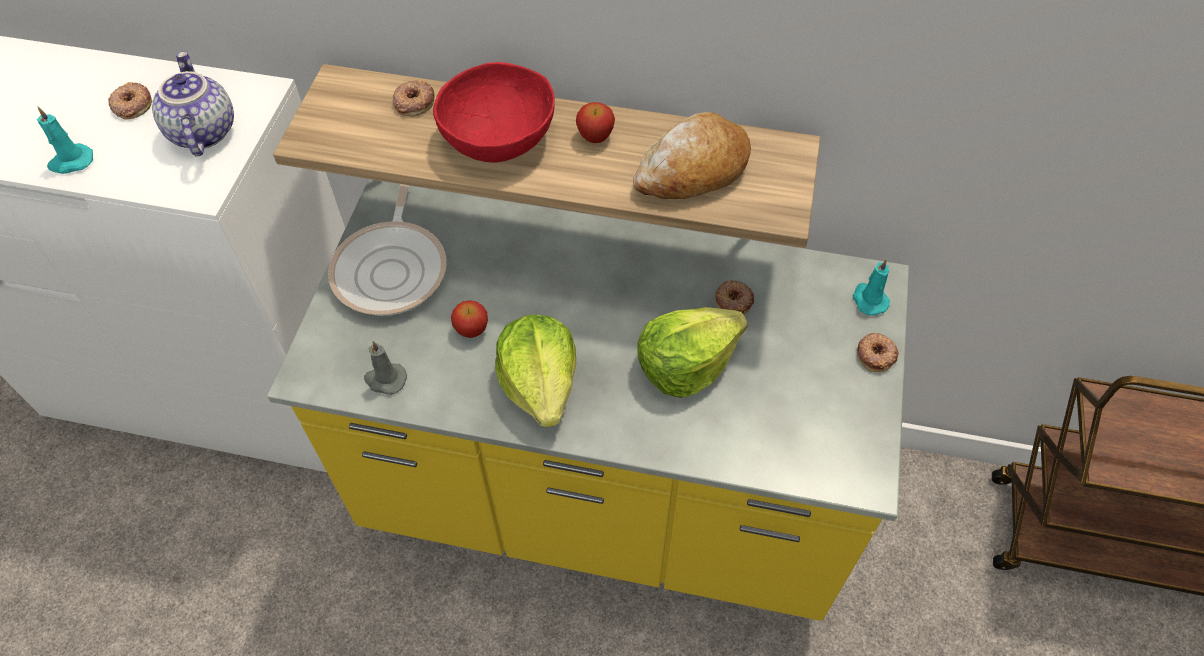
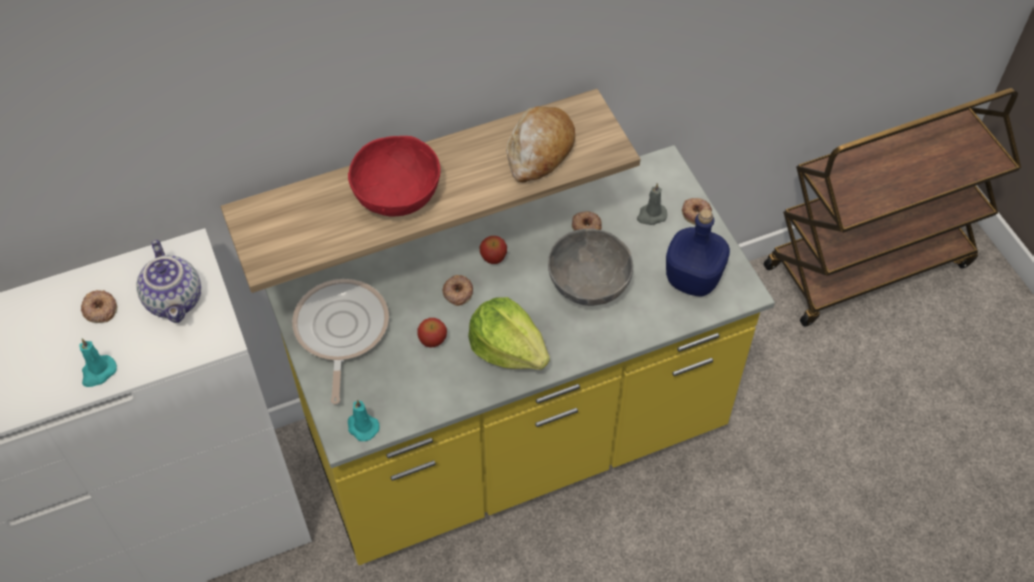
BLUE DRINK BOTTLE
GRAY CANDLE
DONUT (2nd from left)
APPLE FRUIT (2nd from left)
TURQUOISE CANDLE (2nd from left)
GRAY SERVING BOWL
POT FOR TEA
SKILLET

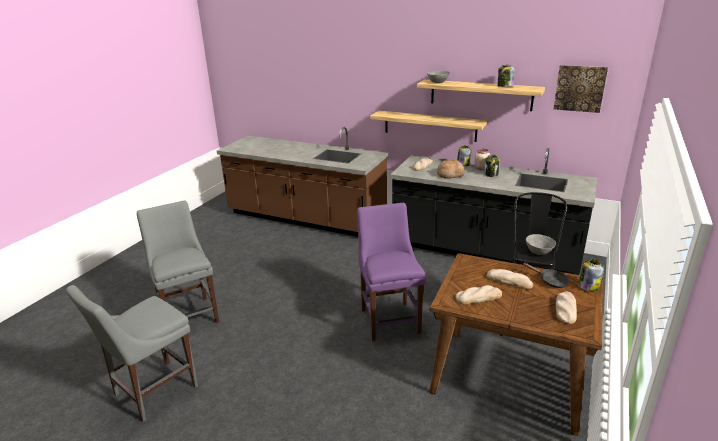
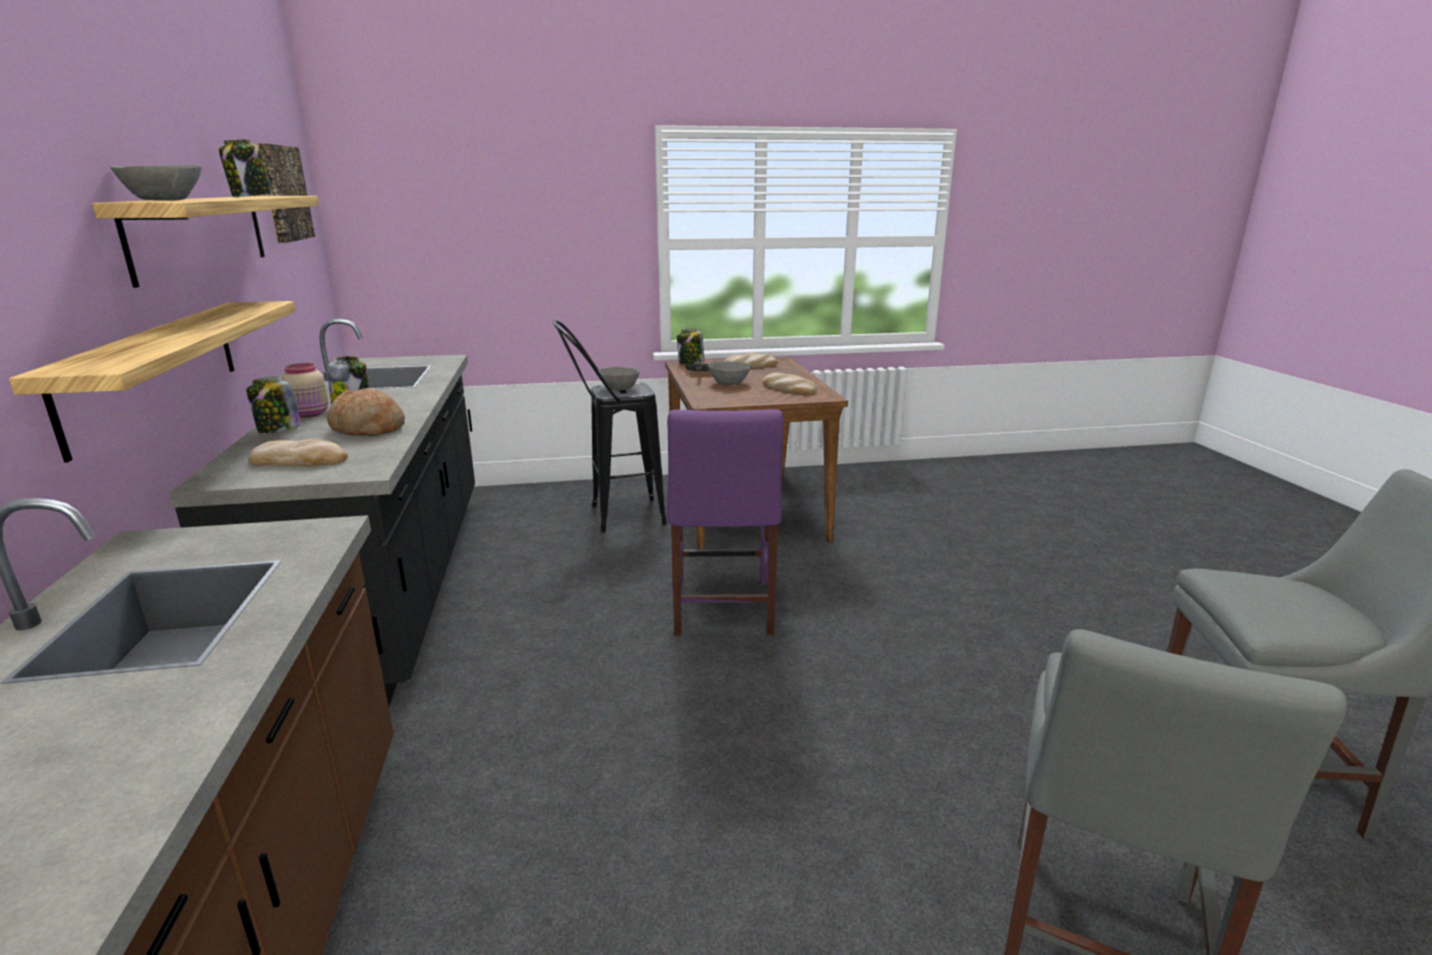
GRAY SERVING BOWL (3rd from left)
PURPLISH CHAIR

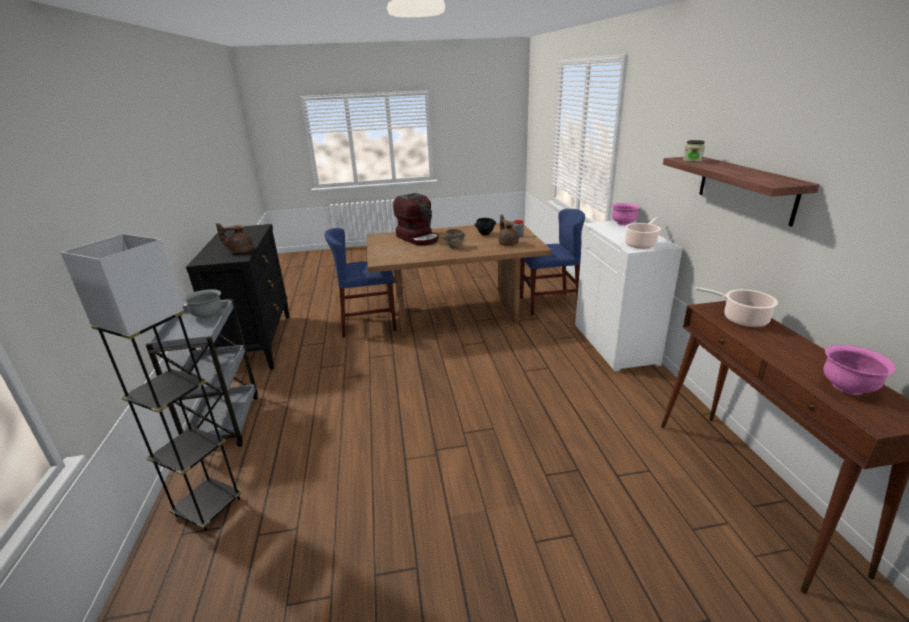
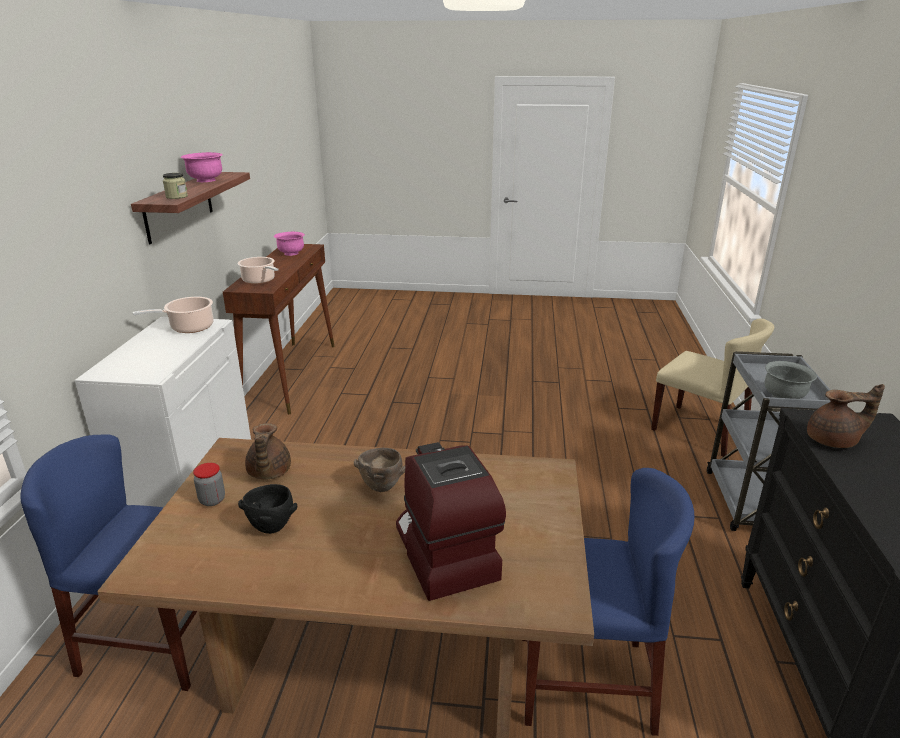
PINK SERVING BOWL (1st from left)
BEIGE-COLOURED CHAIR

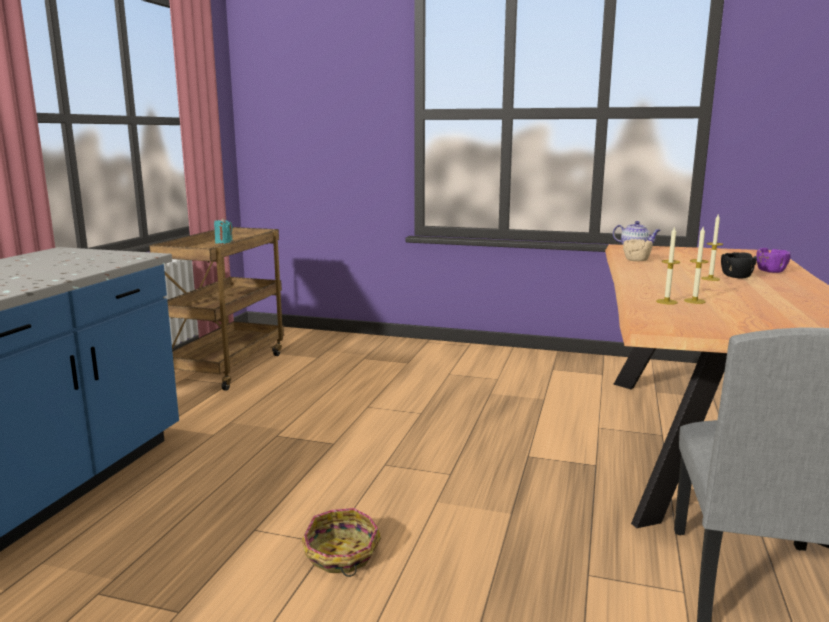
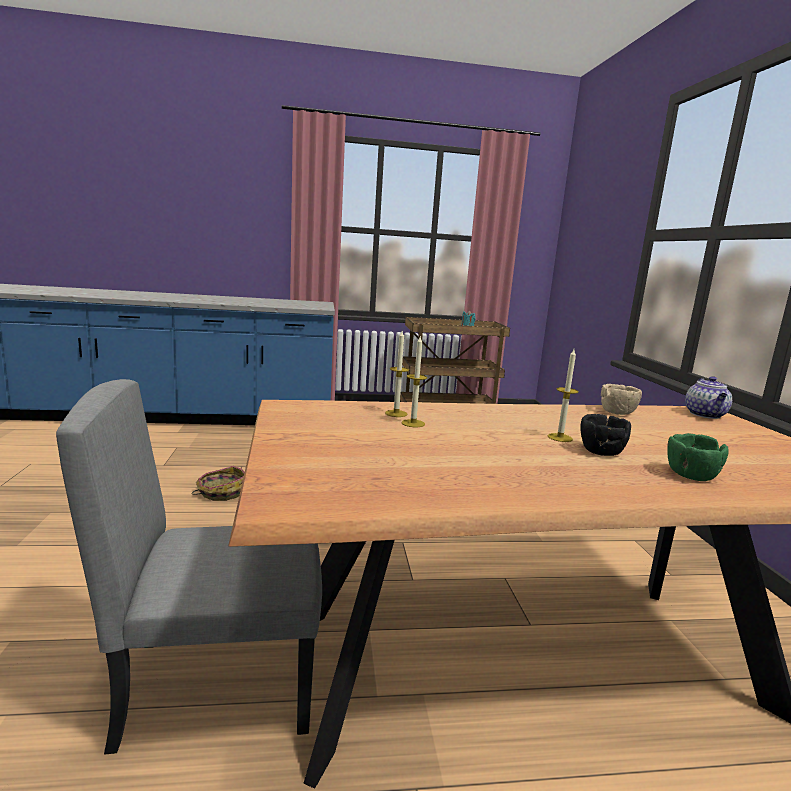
GREENISH SERVING BOWL

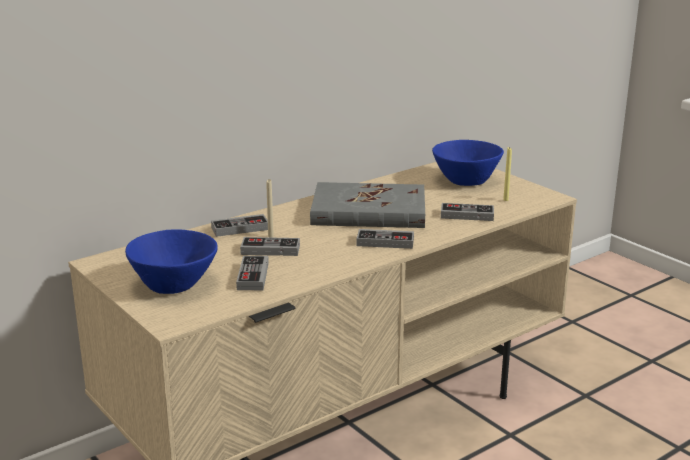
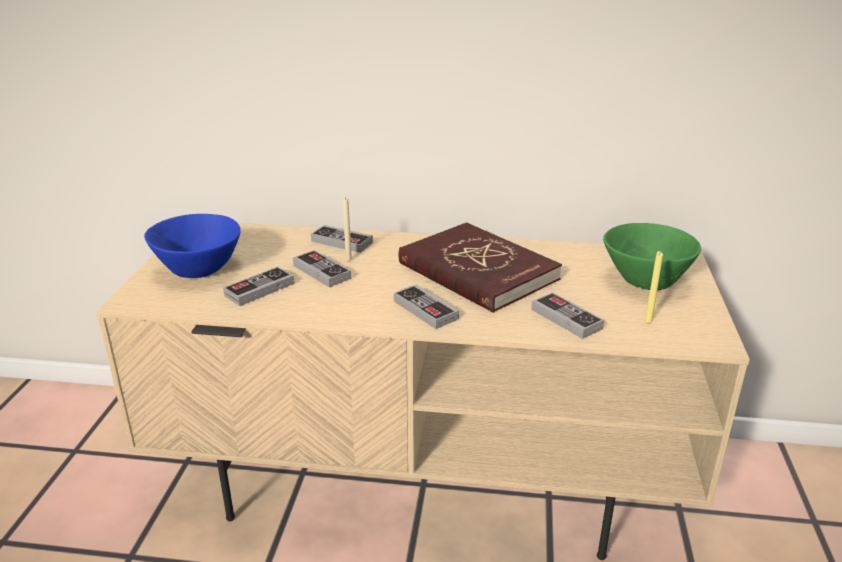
REDDISH BOOK
GREENISH SERVING BOWL

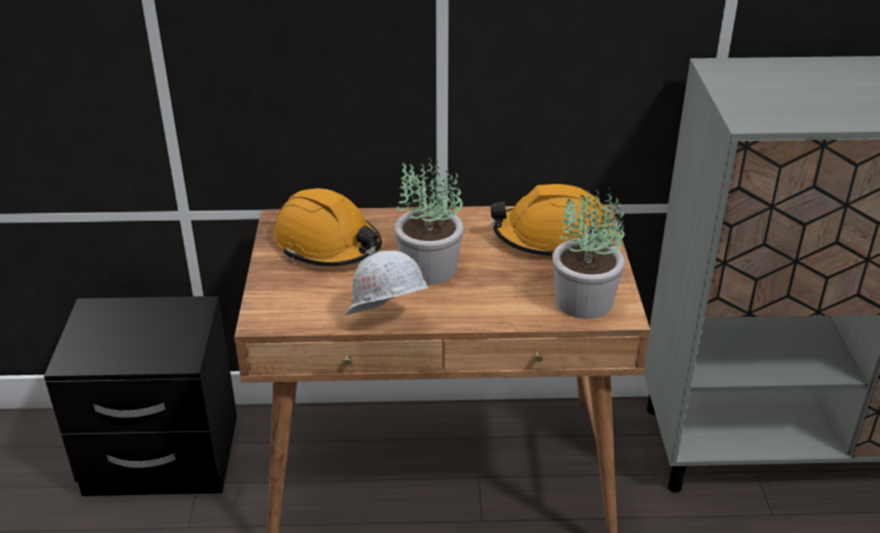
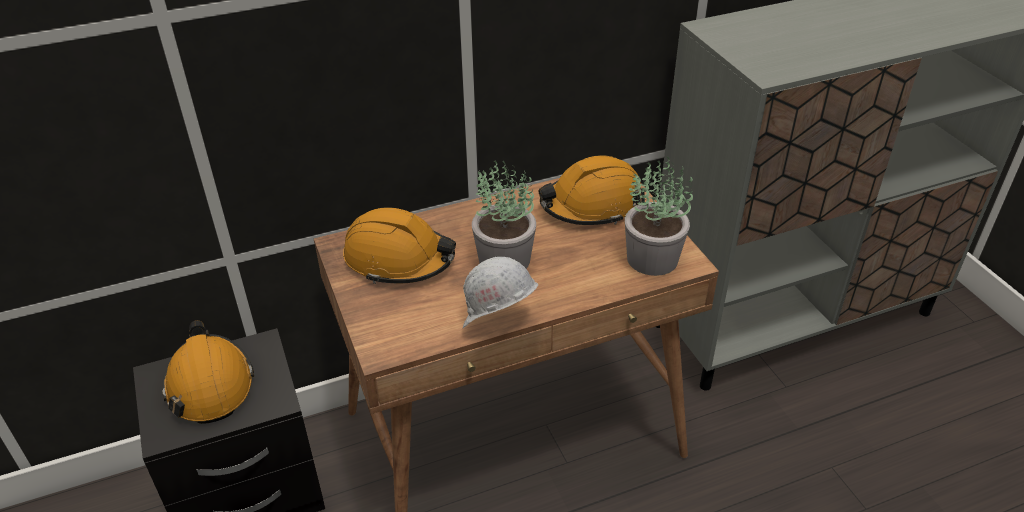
ORANGEY WORK HELMET (1st from left)

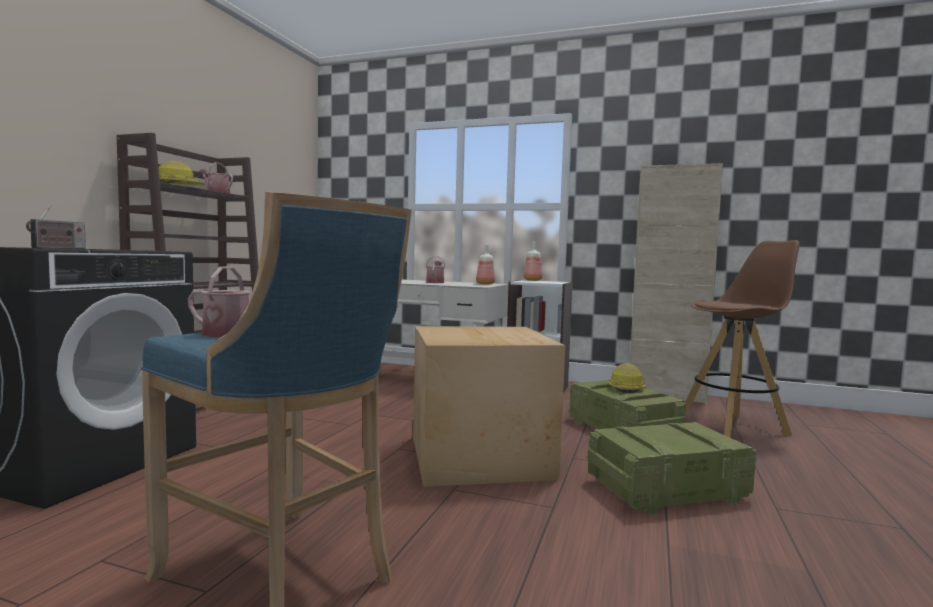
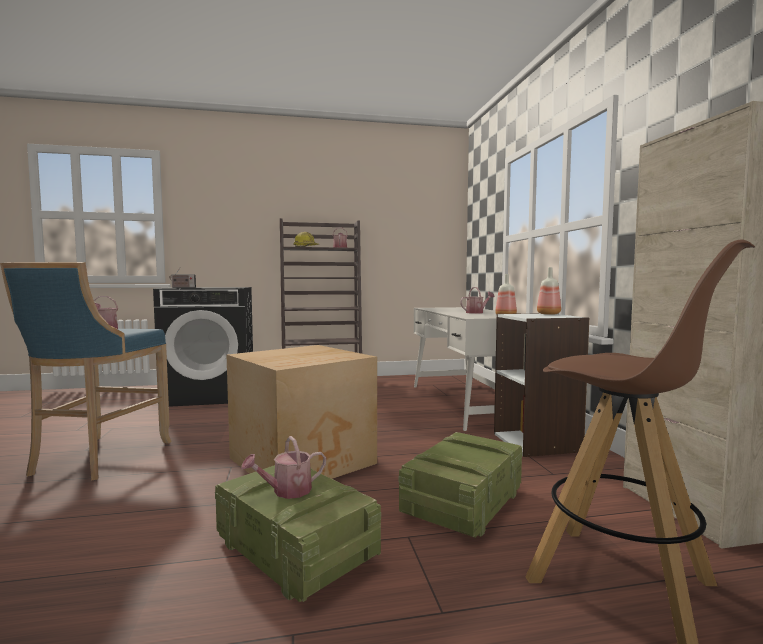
WORK HELMET (2nd from left in the first image)
SPRINKLING CAN (2nd from left)

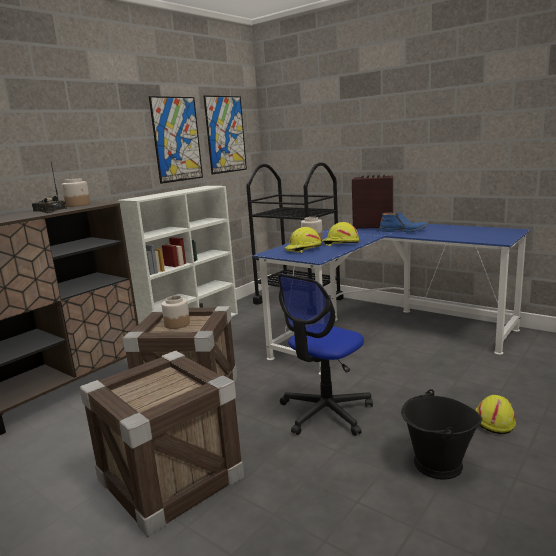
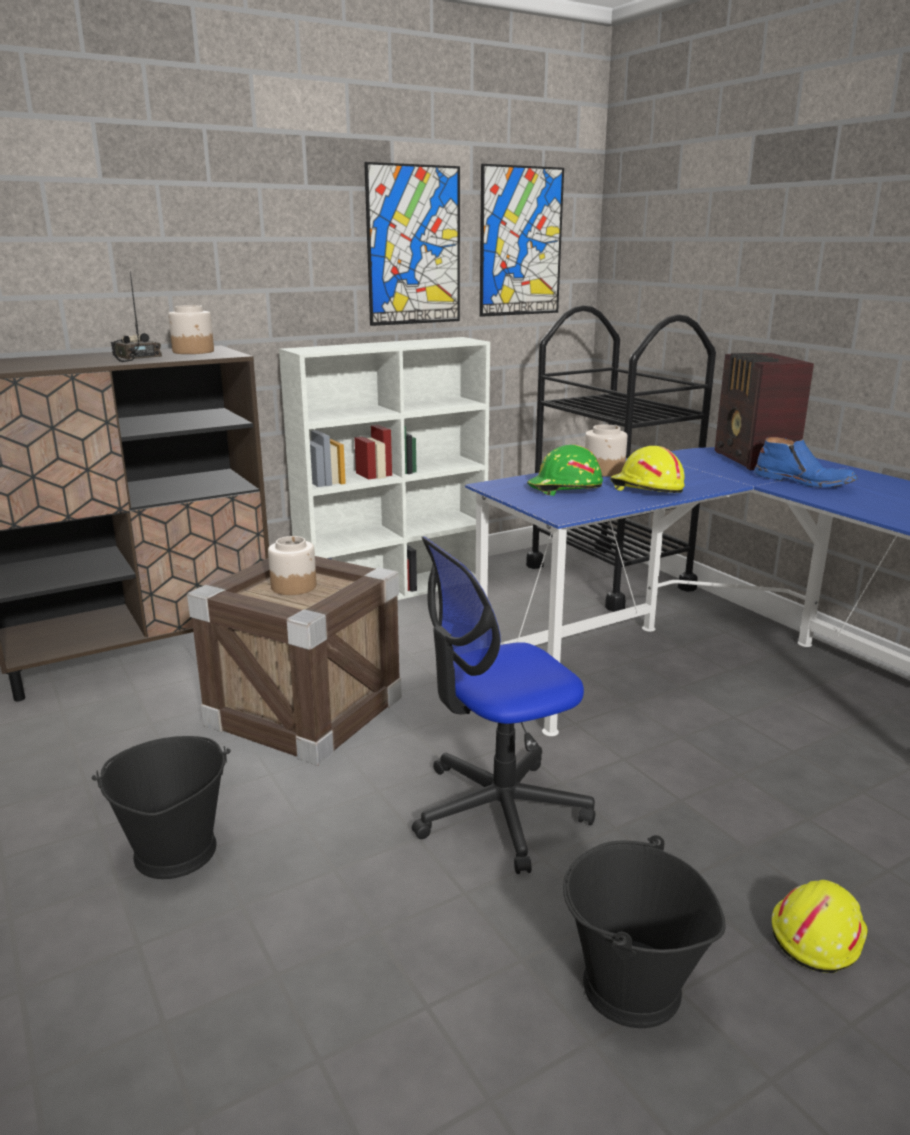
BLACKISH BUCKET (1st from left)
GREENISH WORK HELMET
RADIO RECEIVER (2nd from left)

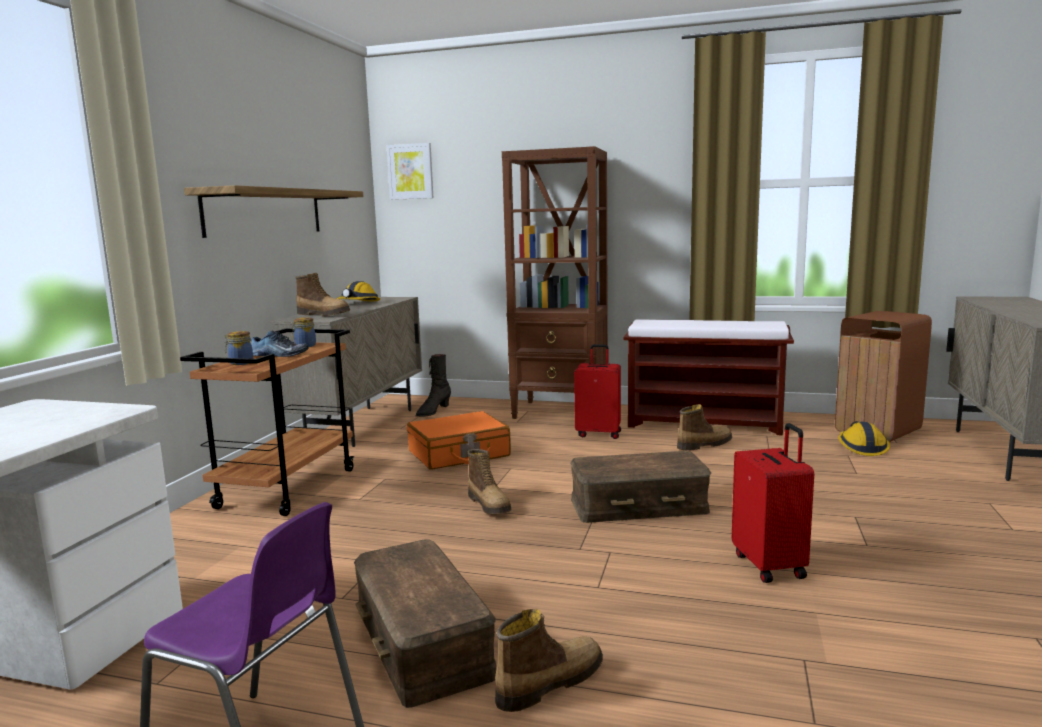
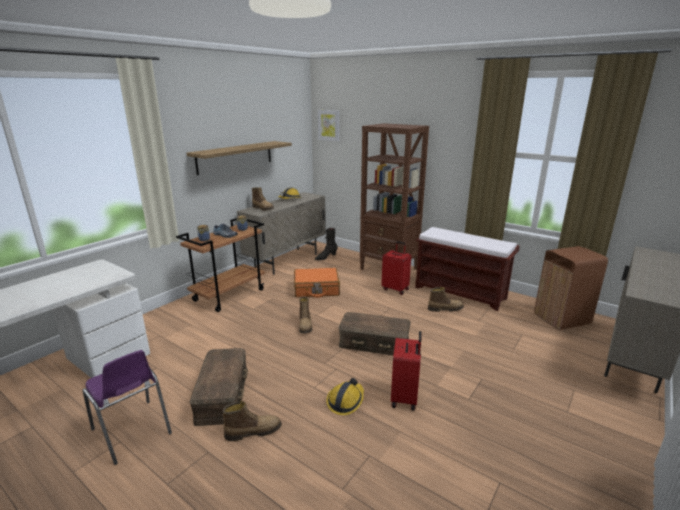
WORK HELMET (2nd from left)

